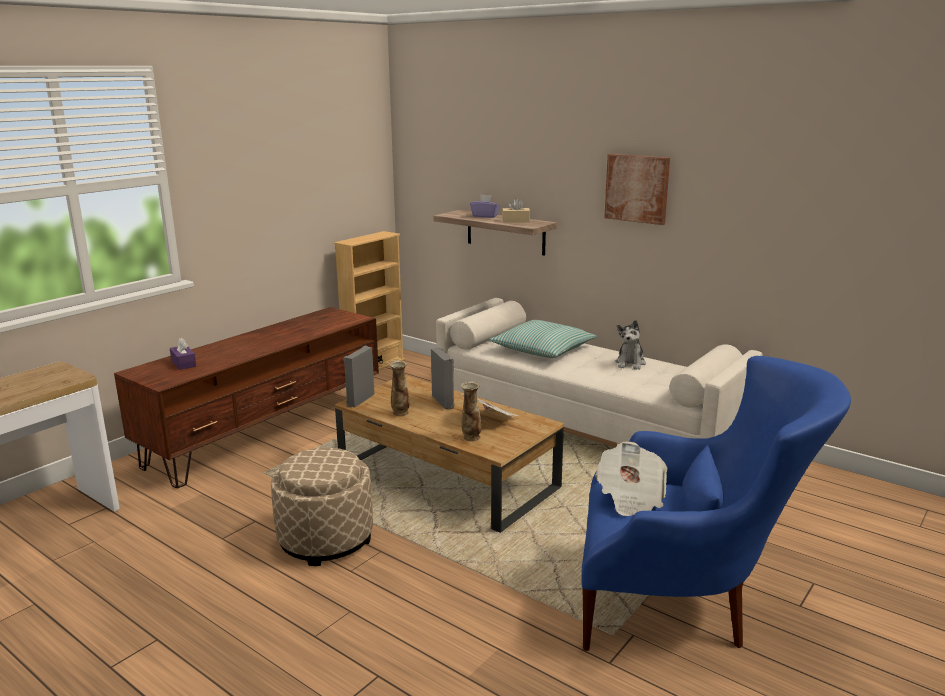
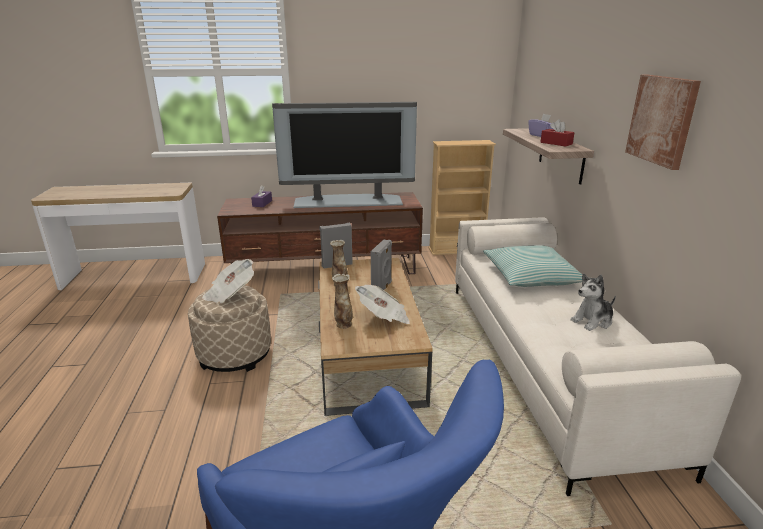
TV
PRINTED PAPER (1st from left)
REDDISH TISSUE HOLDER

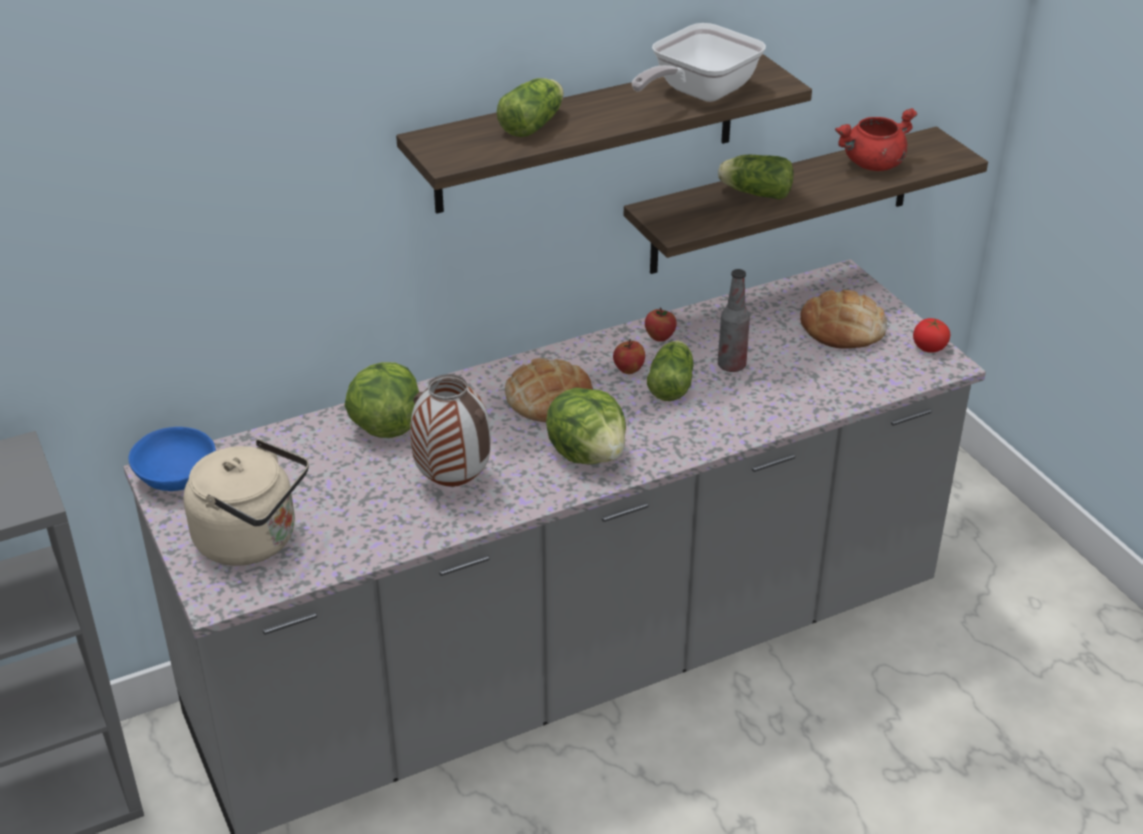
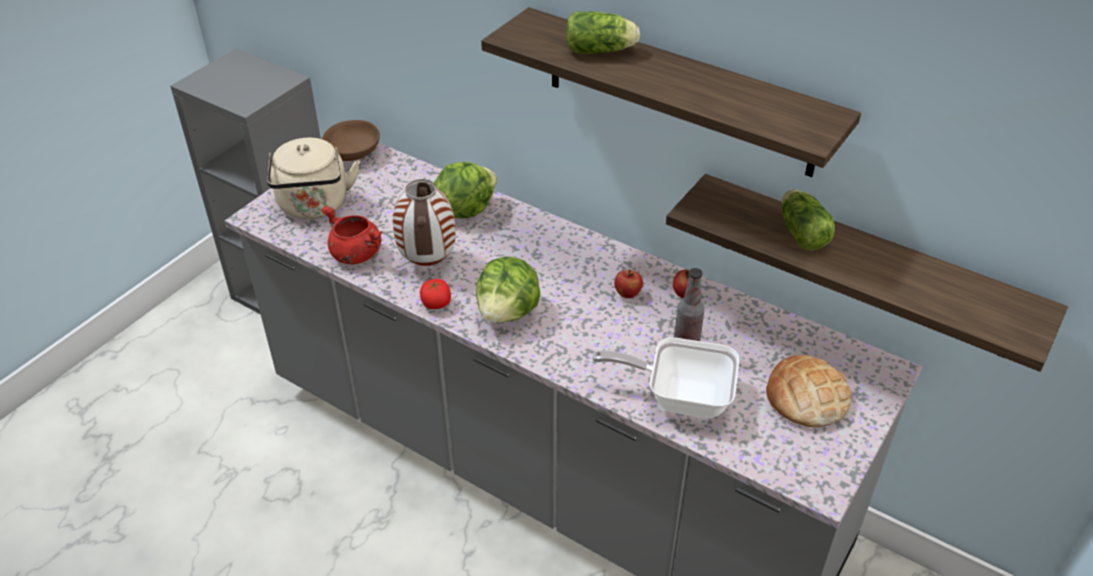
BAKERY BREAD (1st from left in the first image)
HEAD OF LETTUCE (4th from left in the first image)
SKILLET
REDDISH STOCKPOT
FRESH TOMATO
BROWNISH SERVING BOWL

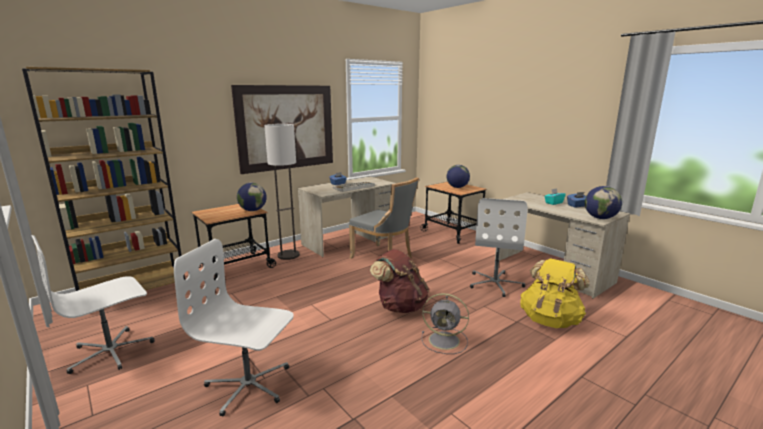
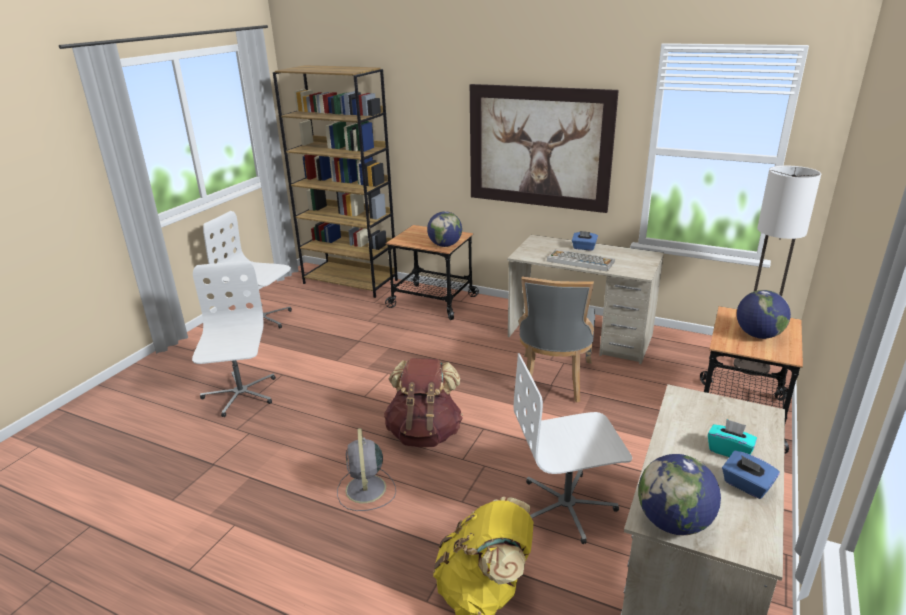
STANDARD LAMP

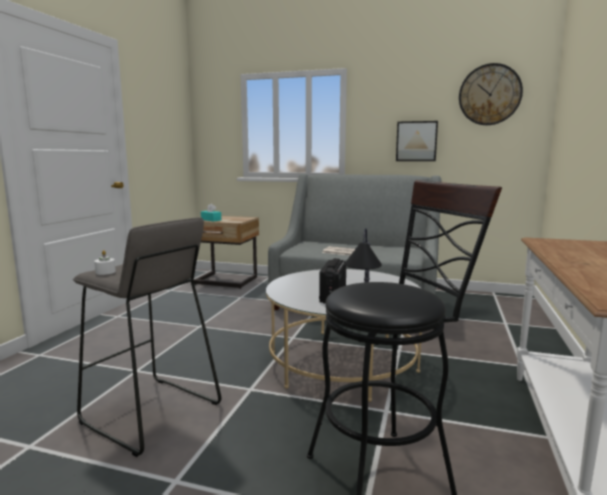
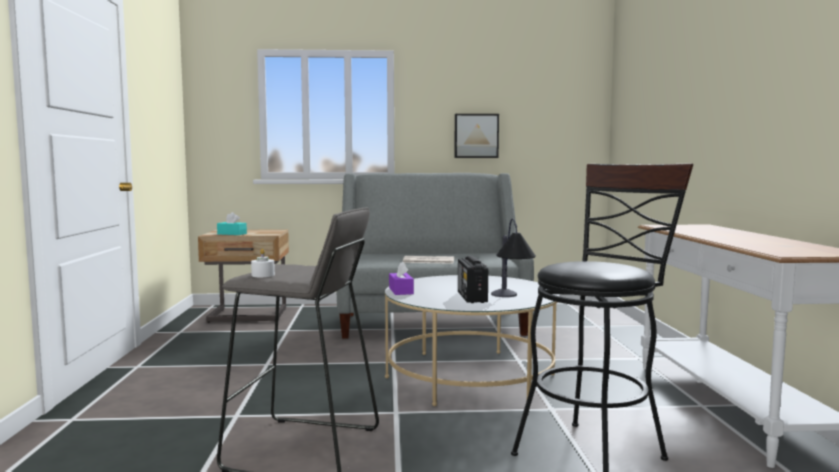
HANGING CLOCK
PURPLISH TISSUE HOLDER

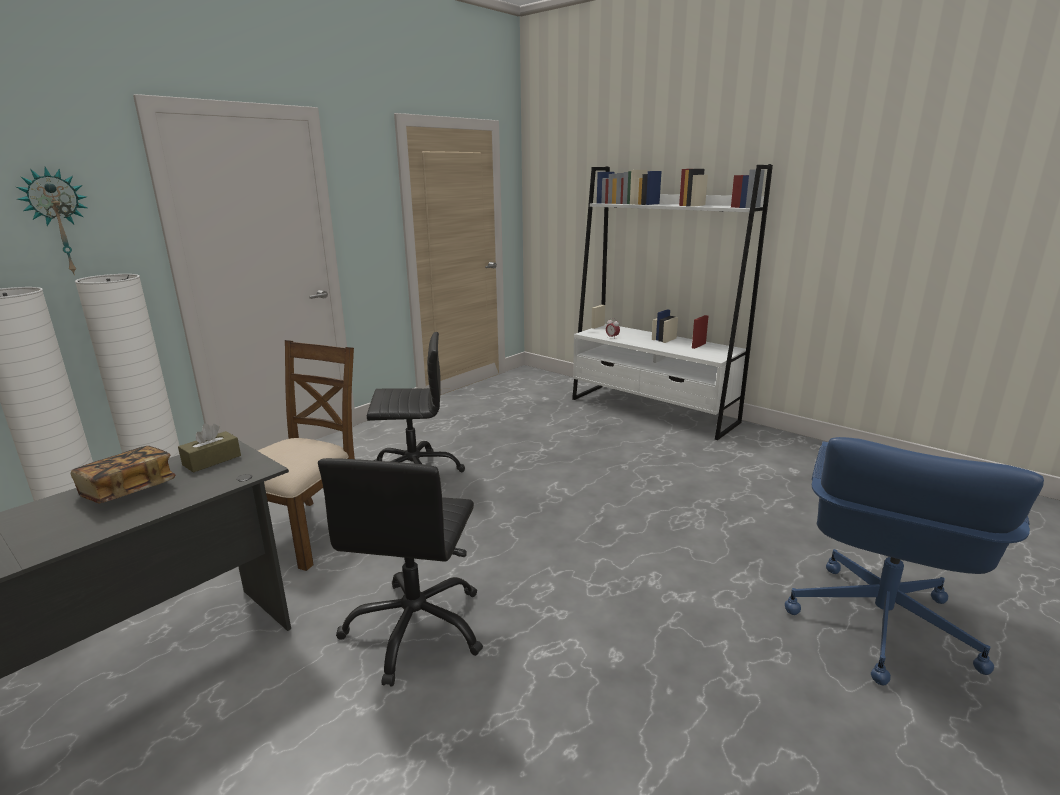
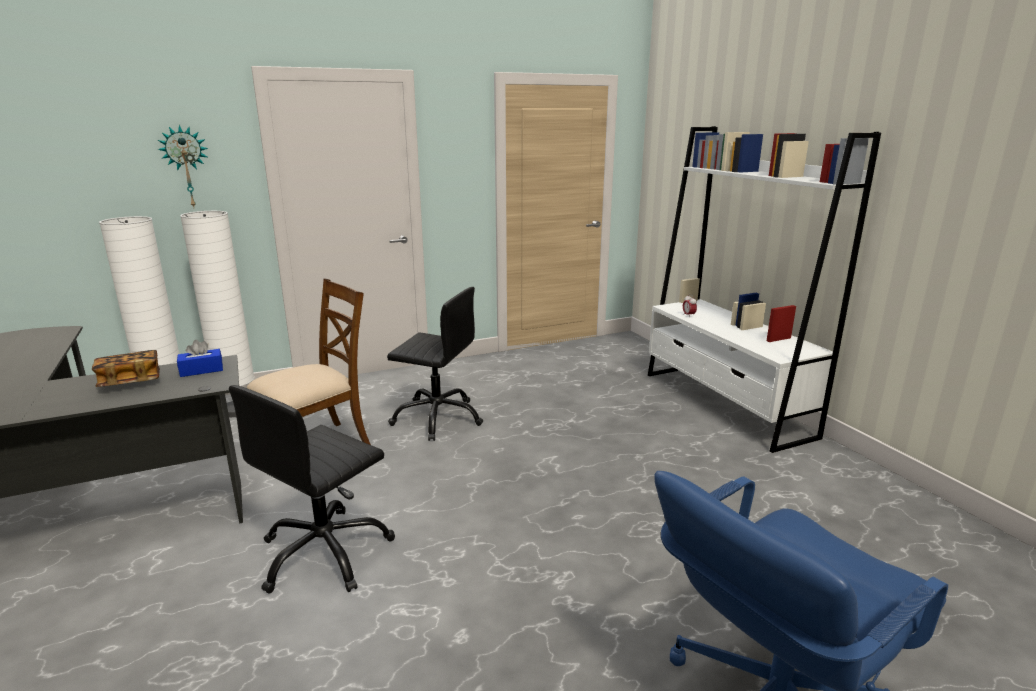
BLUE TISSUE HOLDER

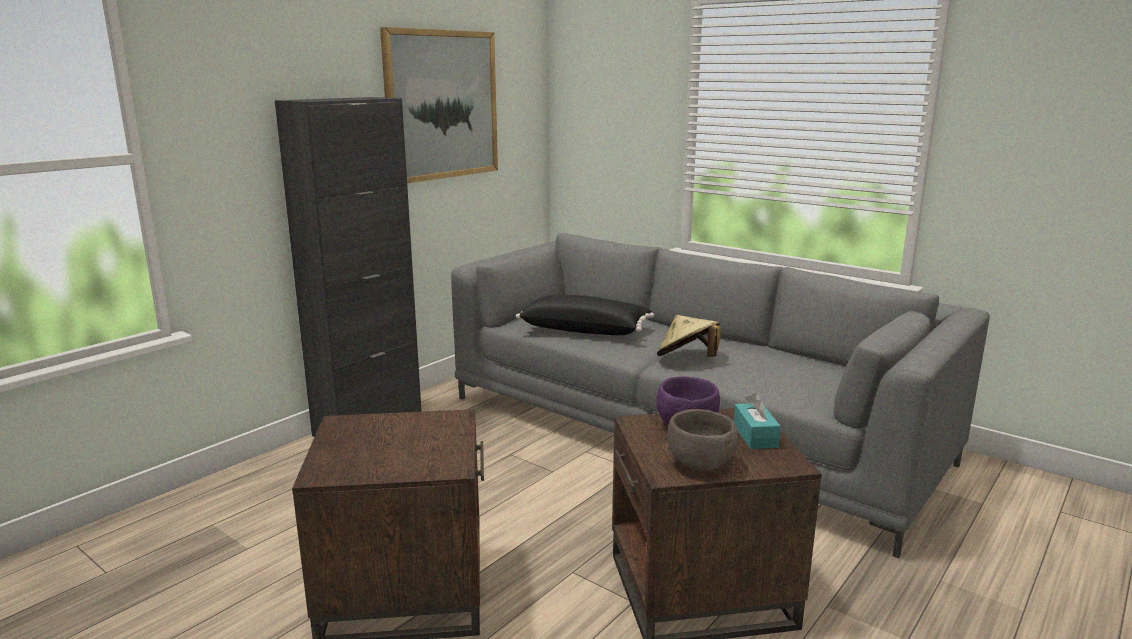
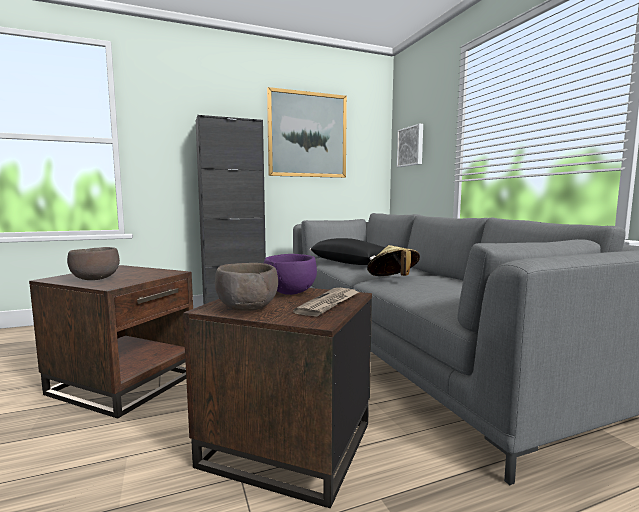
BROWNISH SERVING BOWL (1st from left)
WALL ART (2nd from left)
PRINTED PAPER

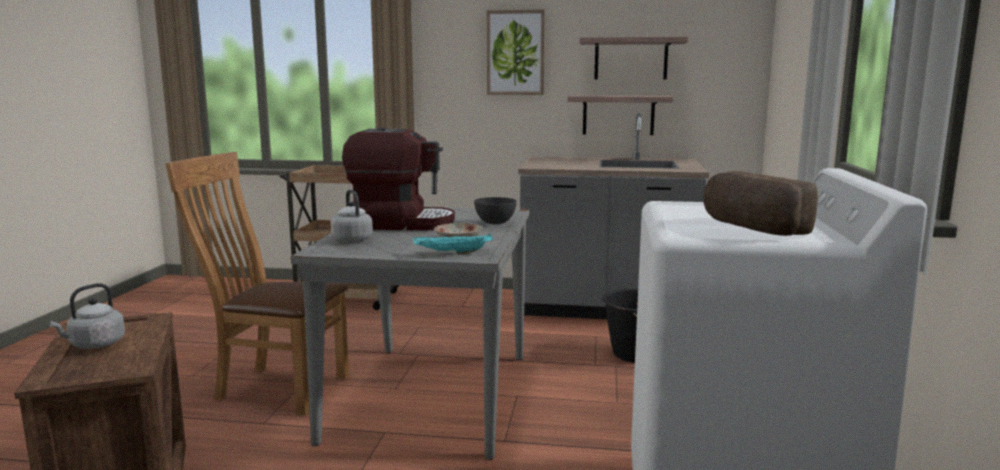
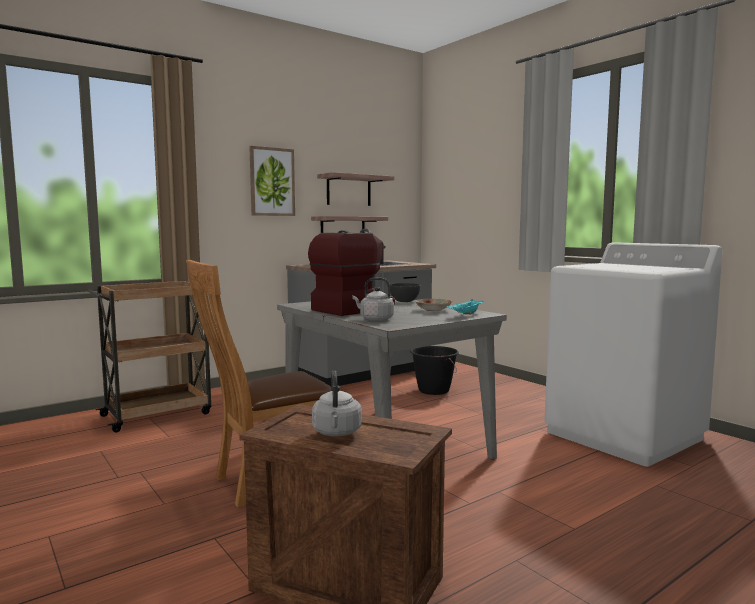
BAKERY BREAD

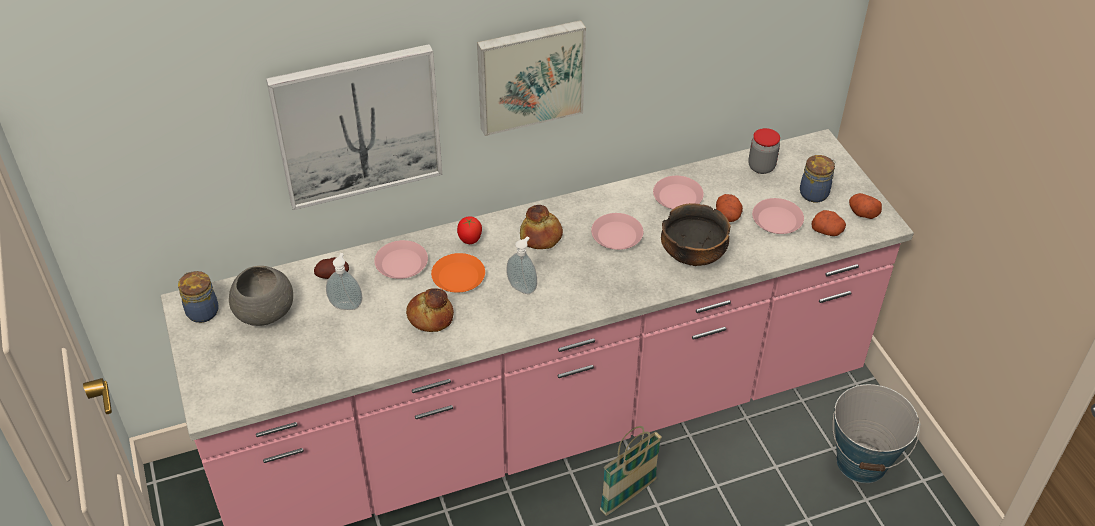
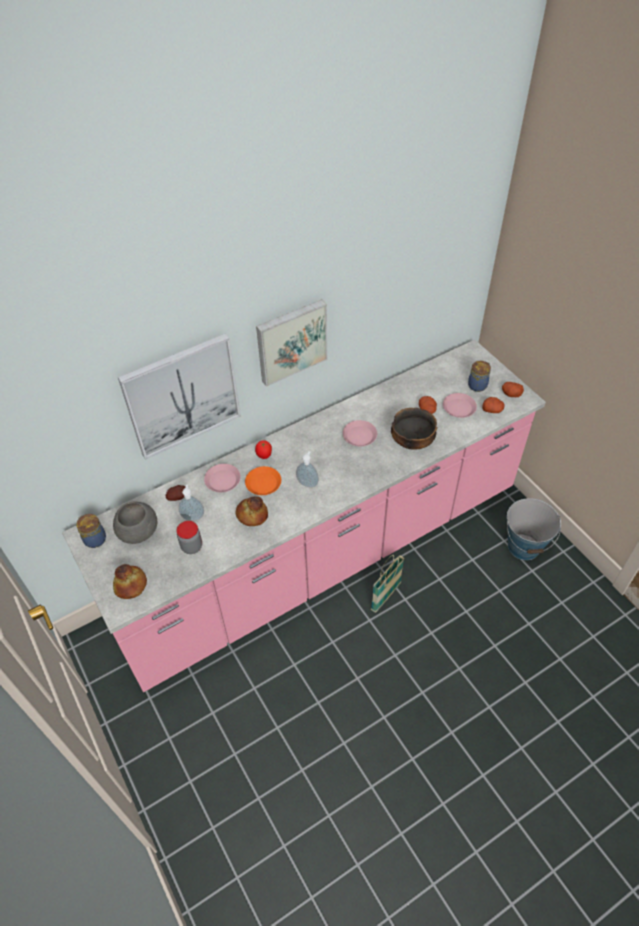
PINK DINNER PLATE (3rd from left in the first image)
BAKERY BREAD (1st from left)
STORAGE JAR (2nd from left)

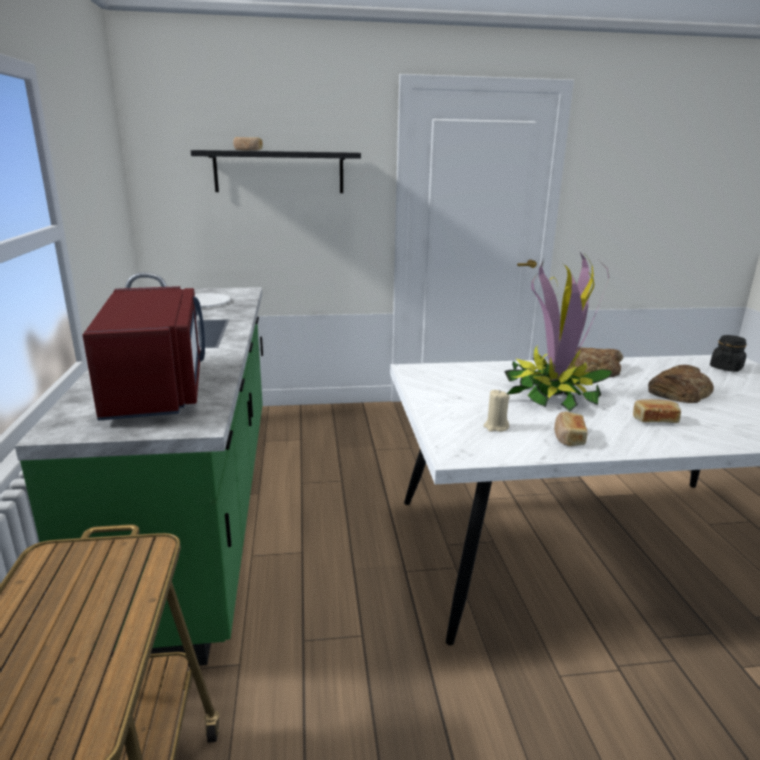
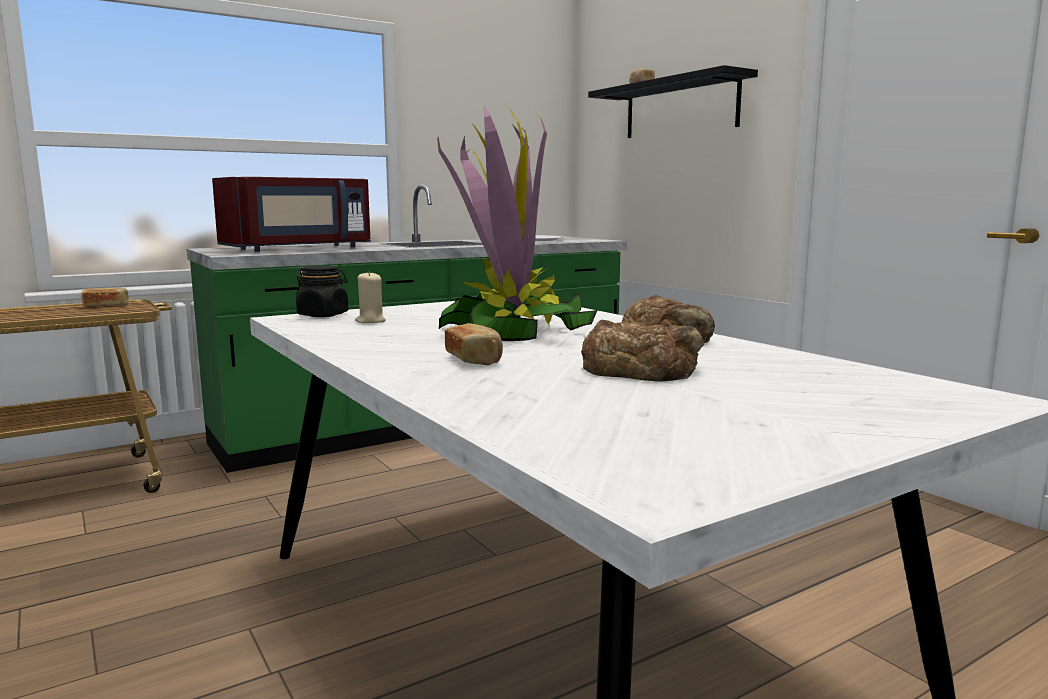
BAKERY BREAD (1st from left)
BLACKISH STORAGE JAR

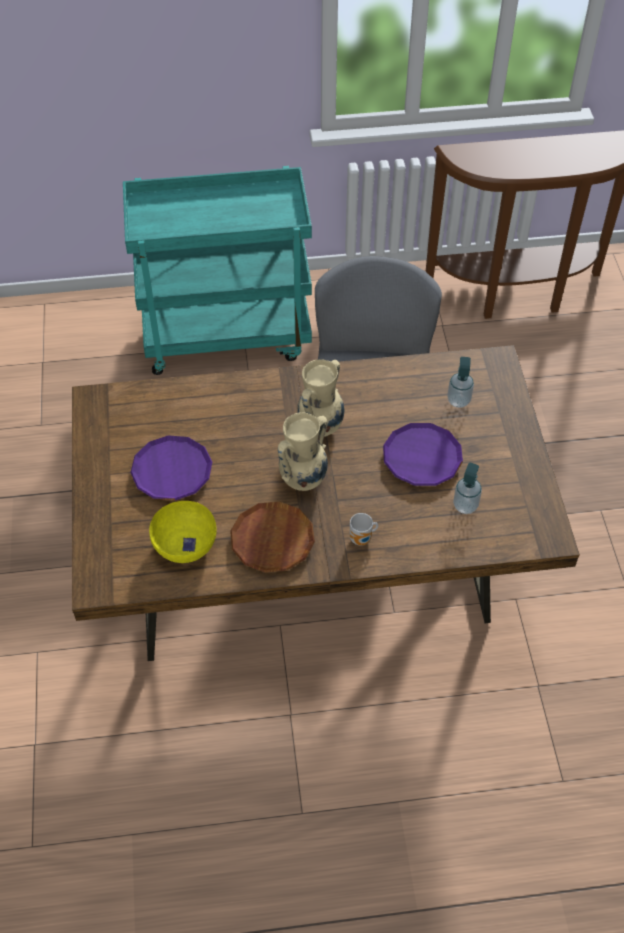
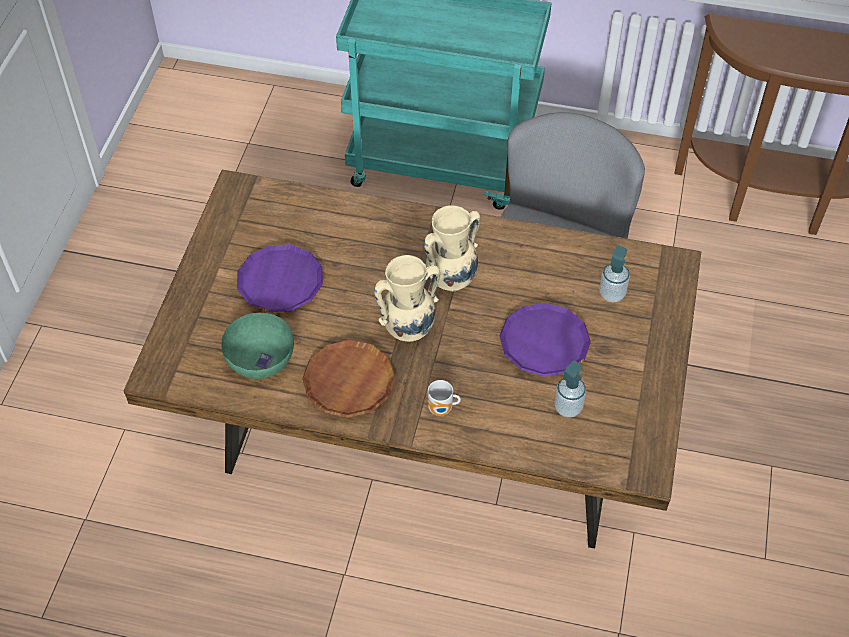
GREENISH SERVING BOWL

